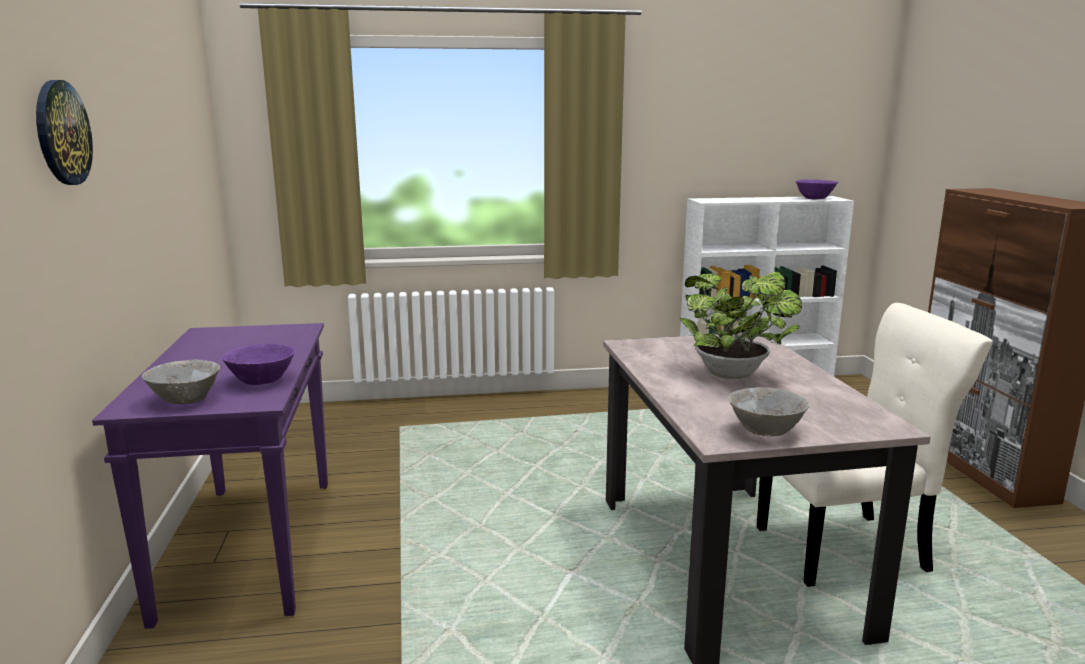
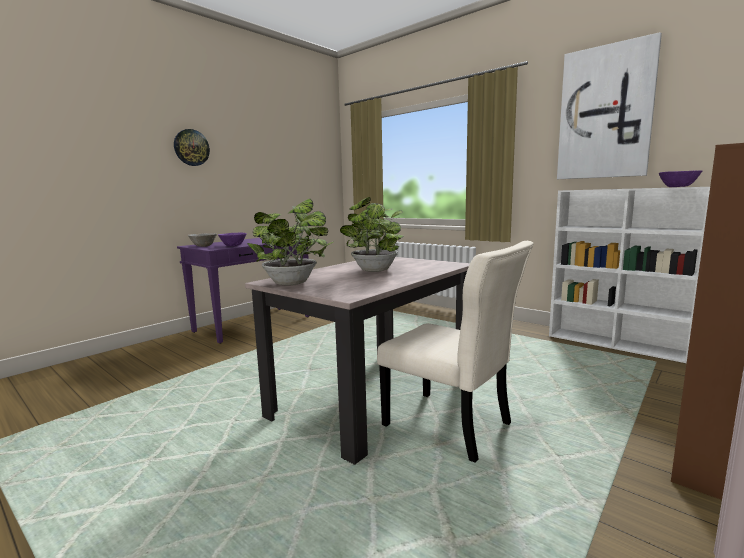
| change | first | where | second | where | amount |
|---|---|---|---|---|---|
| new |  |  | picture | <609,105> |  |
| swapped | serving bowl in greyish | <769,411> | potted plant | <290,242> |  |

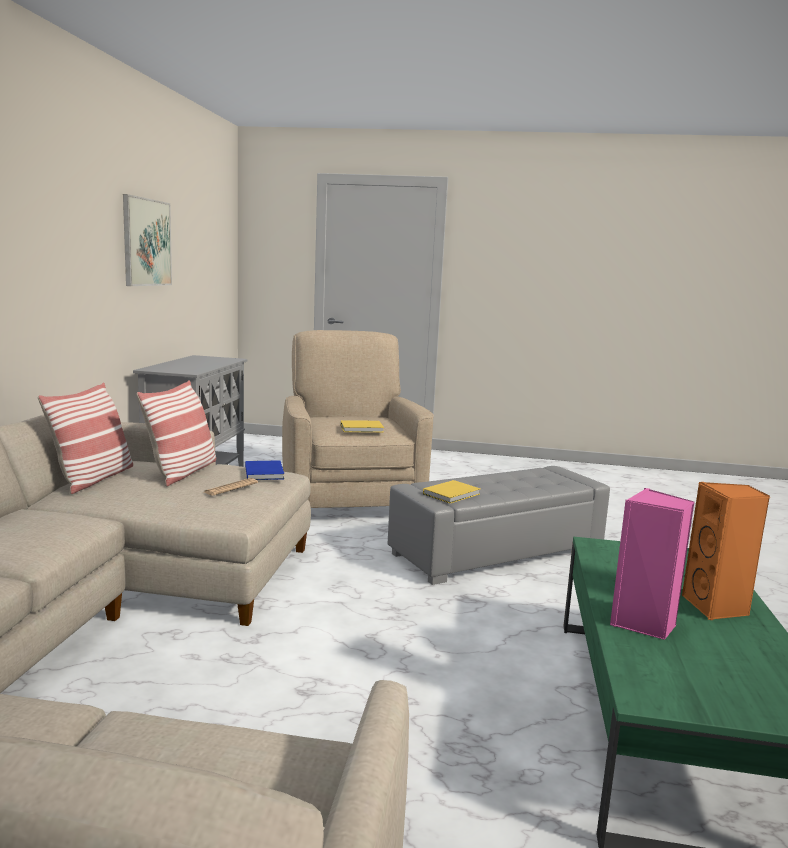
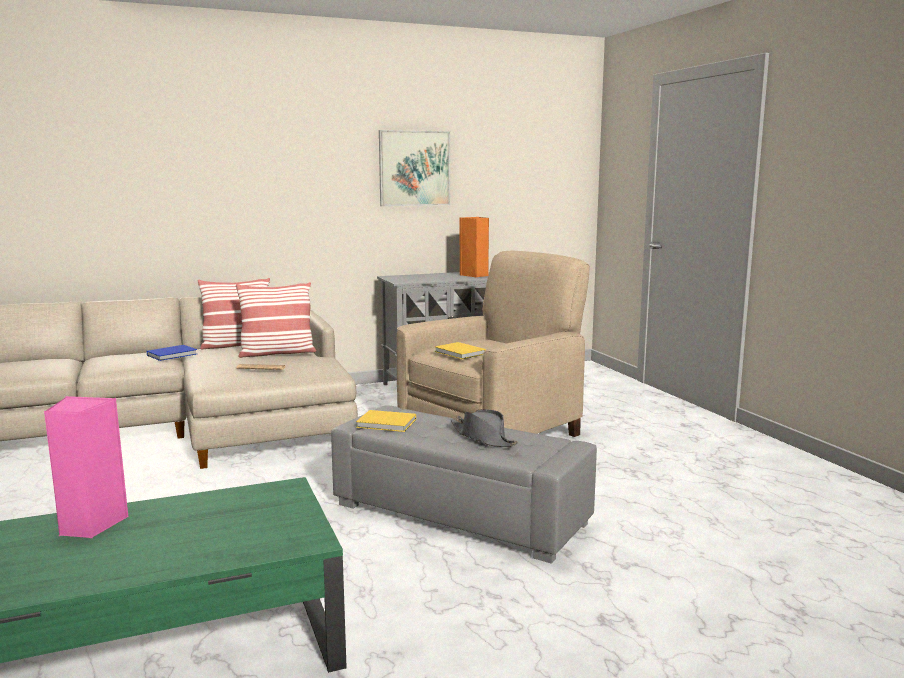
| change | first | where | second | where | amount |
|---|---|---|---|---|---|
| new |  |  | clothing hat in greyish | <484,428> |  |
| shifted | volume in bluish | <264,470> |  | <172,353> |  |
| shifted | audio speaker in orange-coloured | <726,551> |  | <474,247> |  |

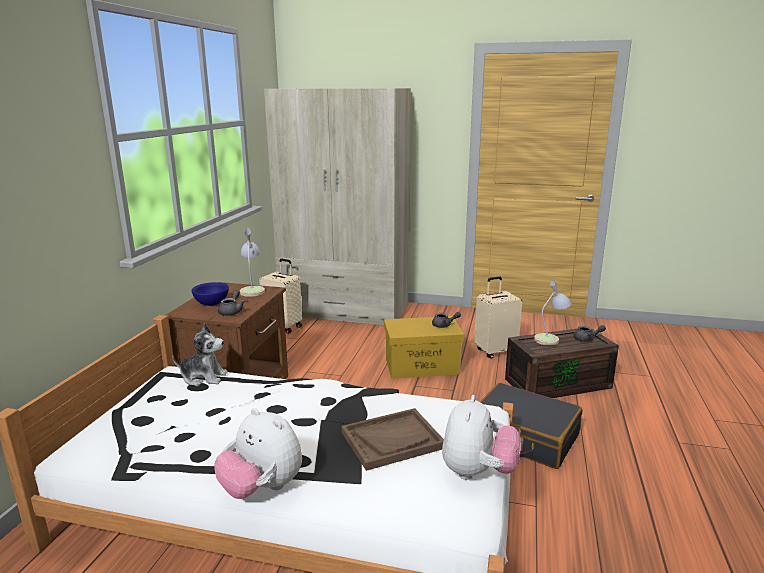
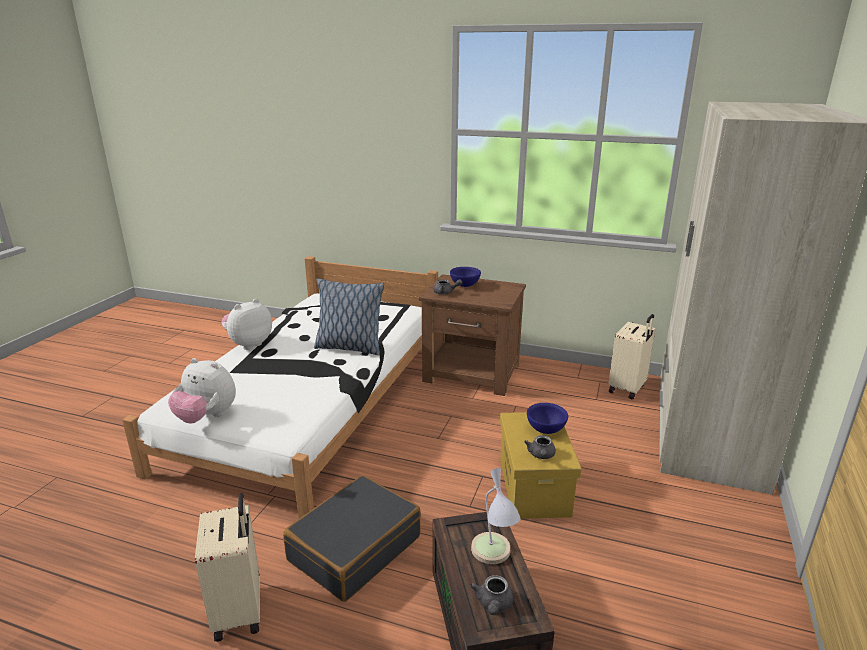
| change | first | where | second | where | amount |
|---|---|---|---|---|---|
| gone | plush toy | <200,354> |  |  |  |
| gone | tabletop lamp | <252,262> |  |  |  |
| gone | tray in brownish | <393,439> |  |  |  |
| new |  |  | pillow | <349,317> |  |
| new |  |  | serving bowl in bluish | <547,418> |  |
| shifted | suitcase in beige | <498,317> |  | <227,567> |  |

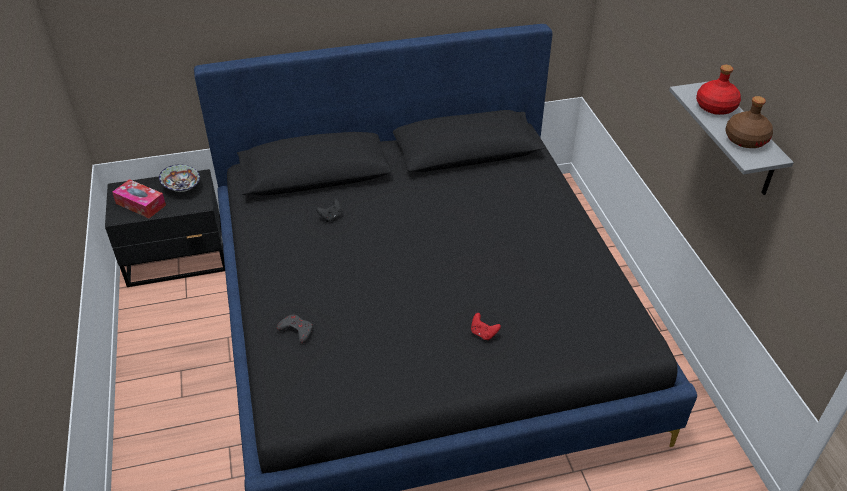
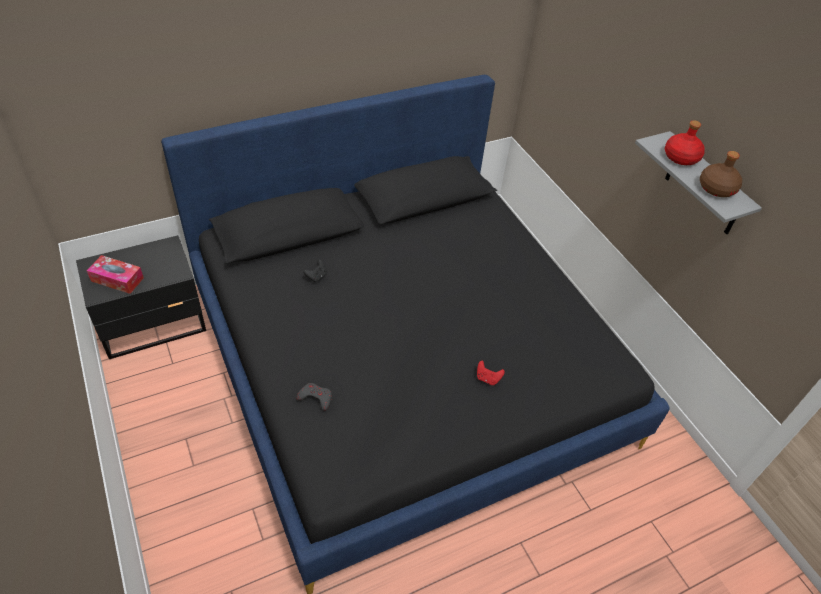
| change | first | where | second | where | amount |
|---|---|---|---|---|---|
| gone | serving bowl | <179,178> |  |  |  |

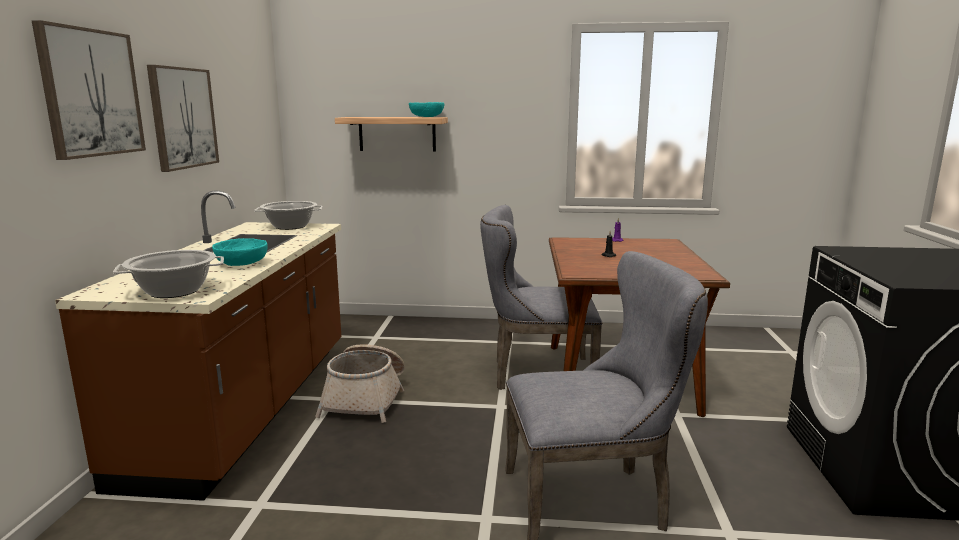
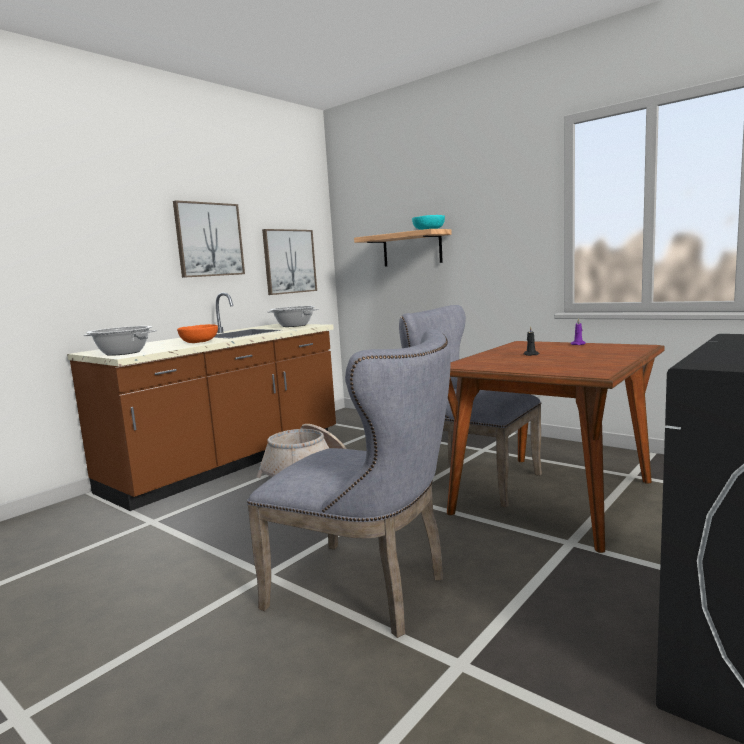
| change | first | where | second | where | amount |
|---|---|---|---|---|---|
| shifted | picture | <89,90> |  | <289,262> |  |
| repainted | serving bowl in blue-green | <240,252> | serving bowl in orange-coloured | <197,333> |  |

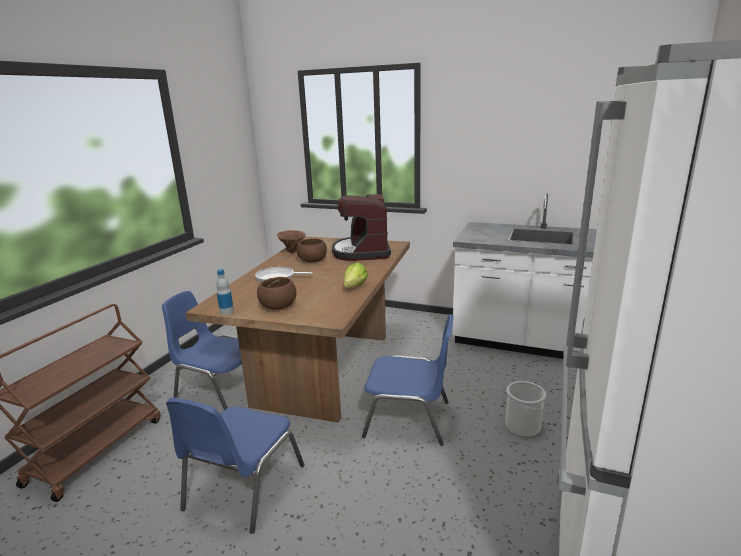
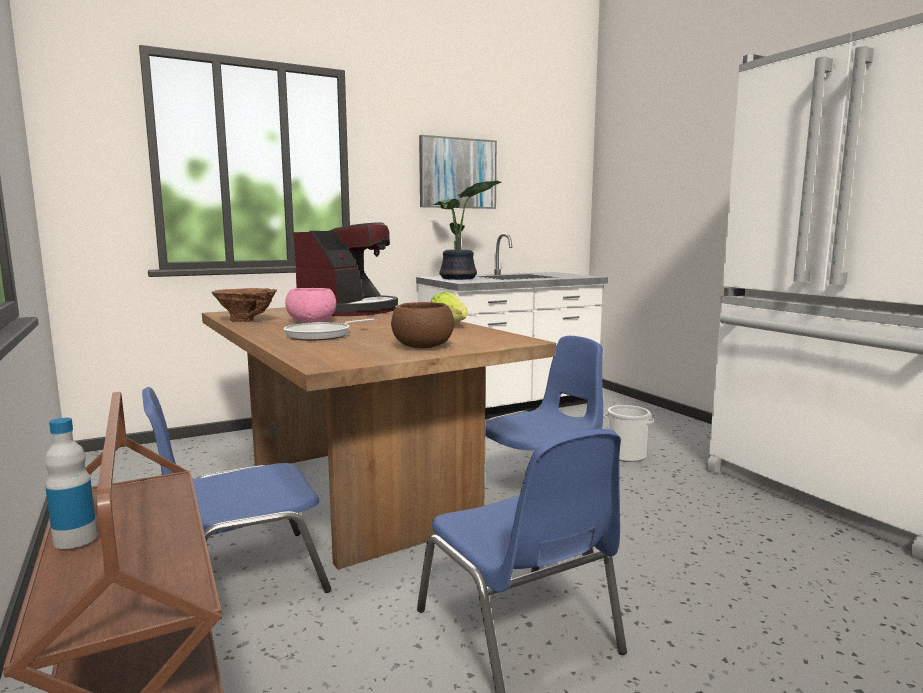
| change | first | where | second | where | amount |
|---|---|---|---|---|---|
| new |  |  | picture | <458,172> |  |
| new |  |  | potted plant | <467,230> |  |
| shifted | drink bottle | <225,292> |  | <71,483> |  |
| repainted | serving bowl in brownish | <311,250> | serving bowl in pink | <310,305> |  |
| rotated | coffee brewer | <361,227> |  | <346,269> | 105 degrees counterclockwise |

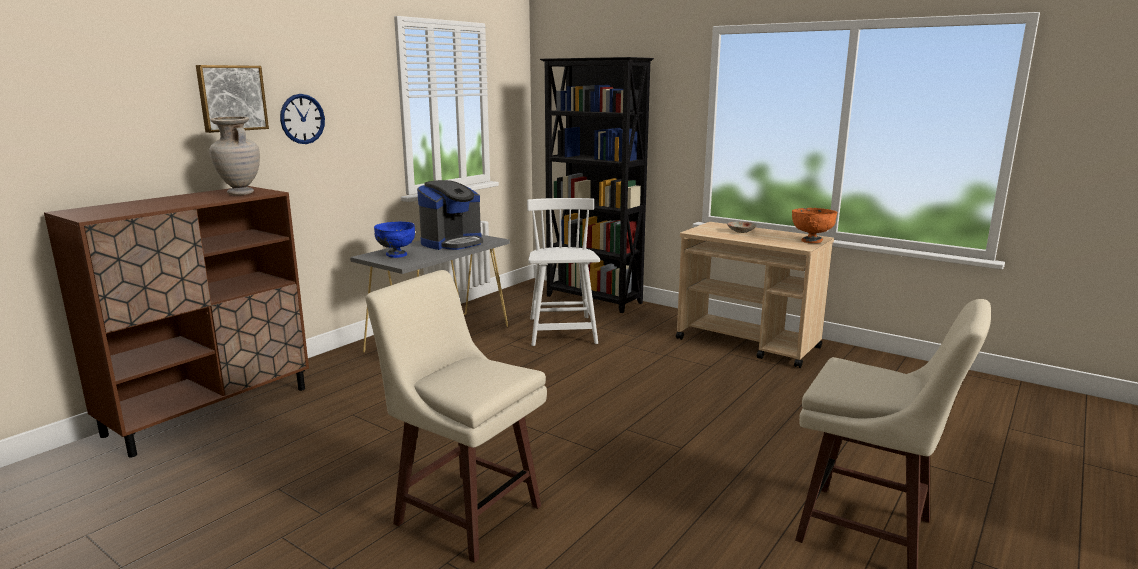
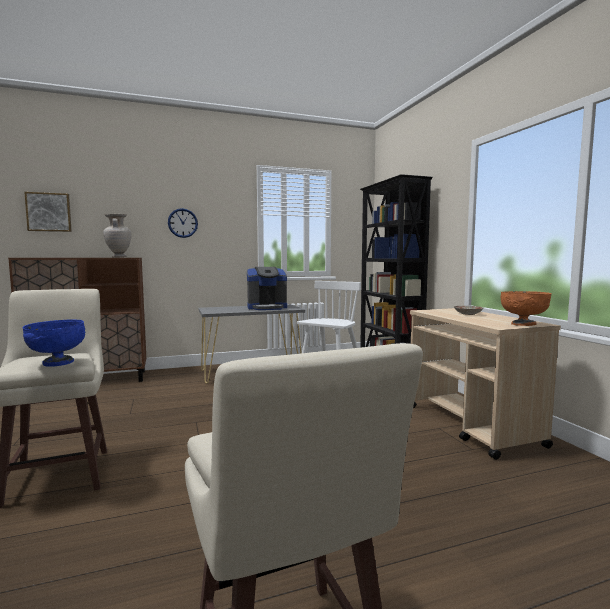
| change | first | where | second | where | amount |
|---|---|---|---|---|---|
| shifted | picture | <232,99> |  | <48,212> |  |
| shifted | serving bowl in bluish | <394,240> |  | <54,343> |  |

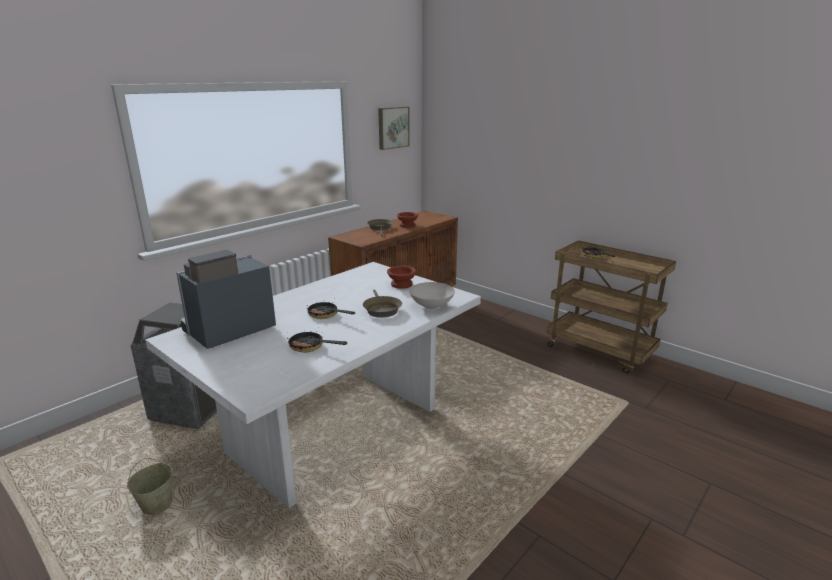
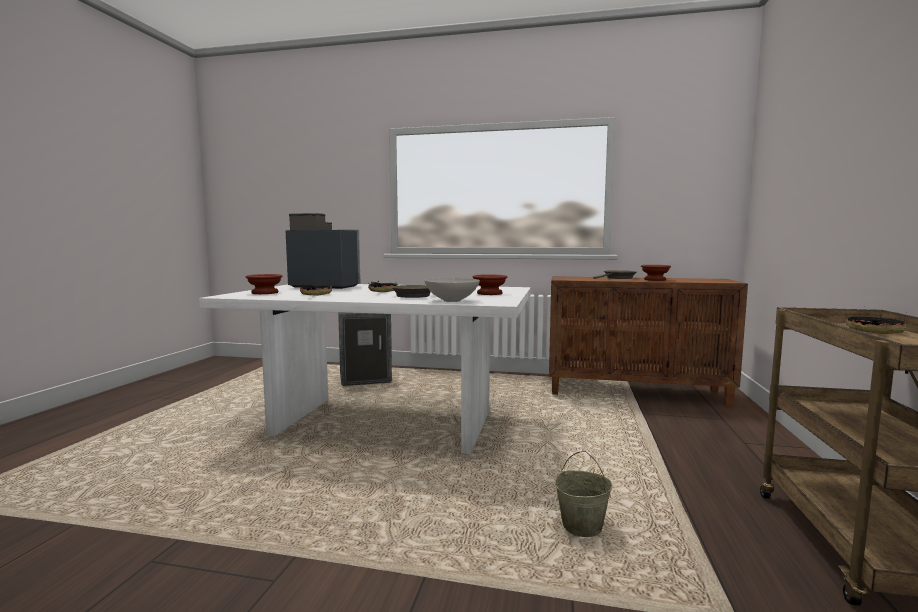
| change | first | where | second | where | amount |
|---|---|---|---|---|---|
| gone | picture | <394,128> |  |  |  |
| new |  |  | serving bowl in brownish | <264,284> |  |
| shifted | pail in beige | <149,486> |  | <584,494> |  |

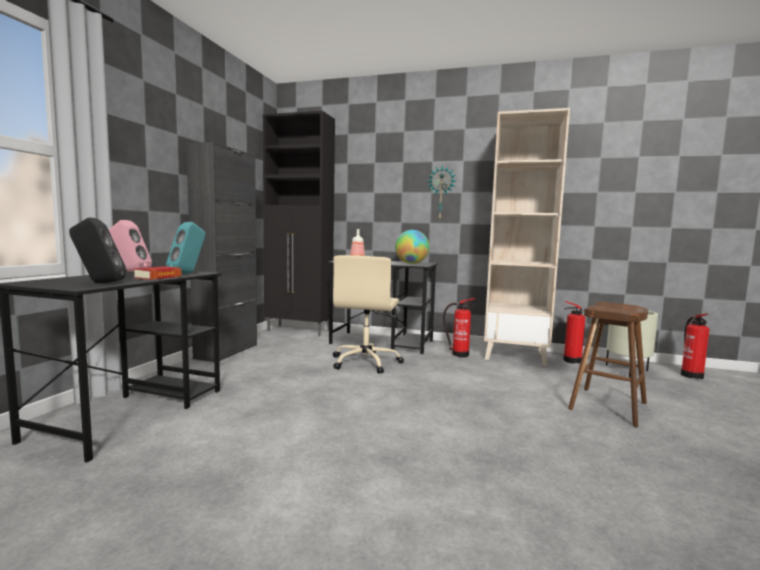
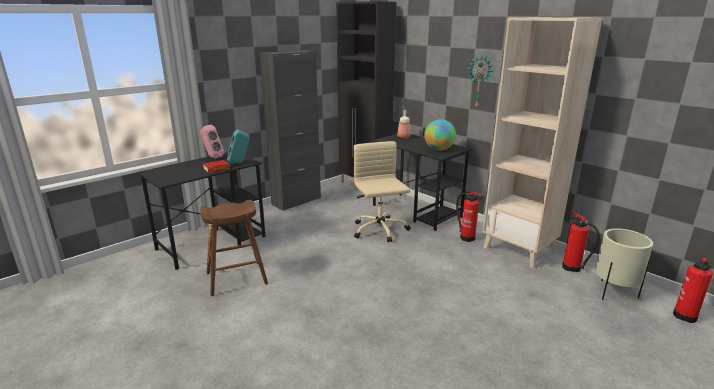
| change | first | where | second | where | amount |
|---|---|---|---|---|---|
| gone | audio speaker in blackish | <98,250> |  |  |  |
| shifted | stool in brownish | <608,364> |  | <234,248> |  |
| rotated | computer chair in beige | <368,314> |  | <382,191> | 120 degrees clockwise |

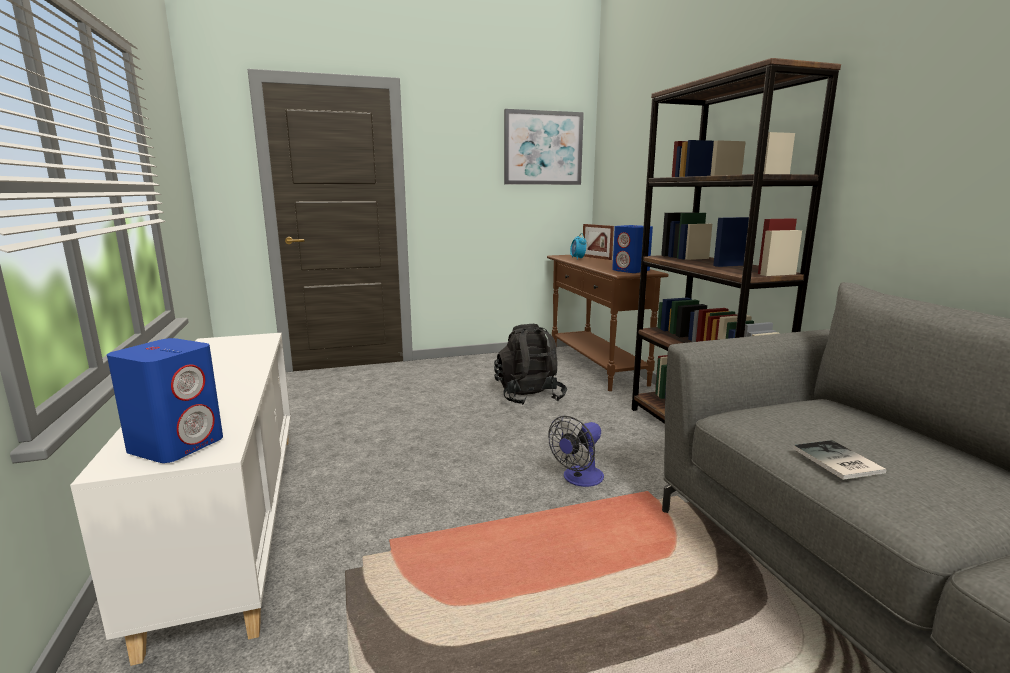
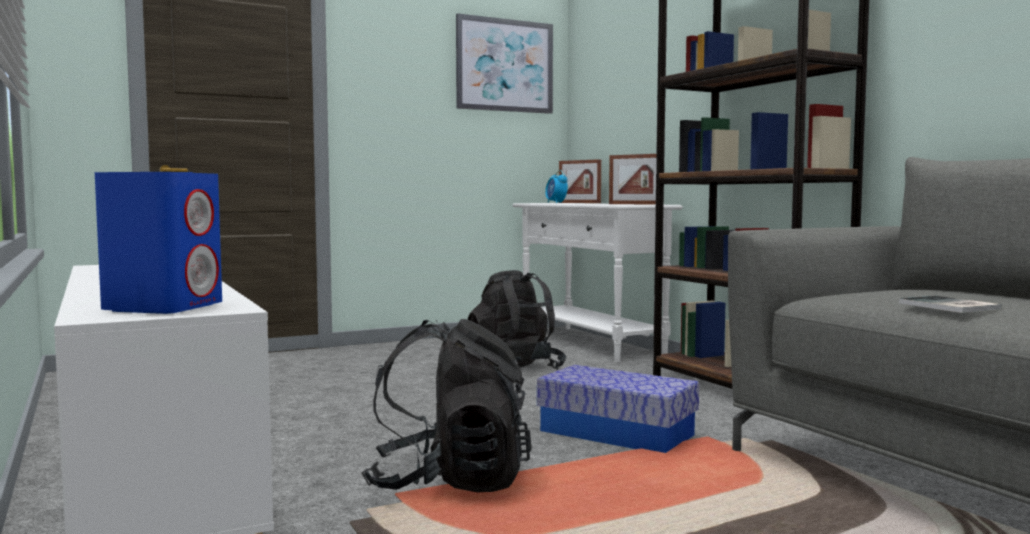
| change | first | where | second | where | amount |
|---|---|---|---|---|---|
| new |  |  | knapsack in blackish | <447,405> |  |
| swapped | fan | <576,451> | storage container | <618,409> |  |
| swapped | audio speaker in bluish | <632,249> | standing frame | <632,179> |  |
| repainted | hall table in brownish | <608,323> | hall table in white-coloured | <597,283> |  |

